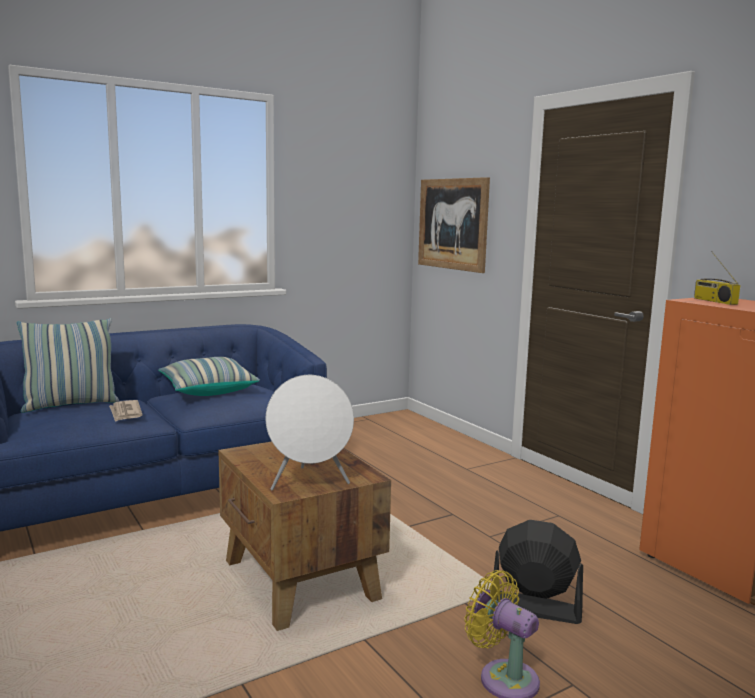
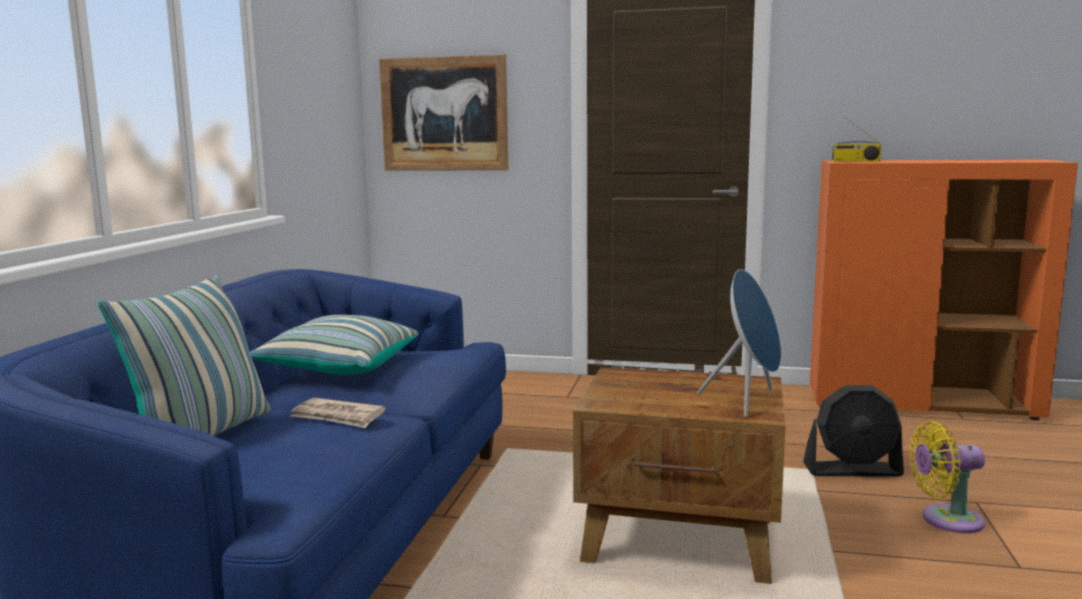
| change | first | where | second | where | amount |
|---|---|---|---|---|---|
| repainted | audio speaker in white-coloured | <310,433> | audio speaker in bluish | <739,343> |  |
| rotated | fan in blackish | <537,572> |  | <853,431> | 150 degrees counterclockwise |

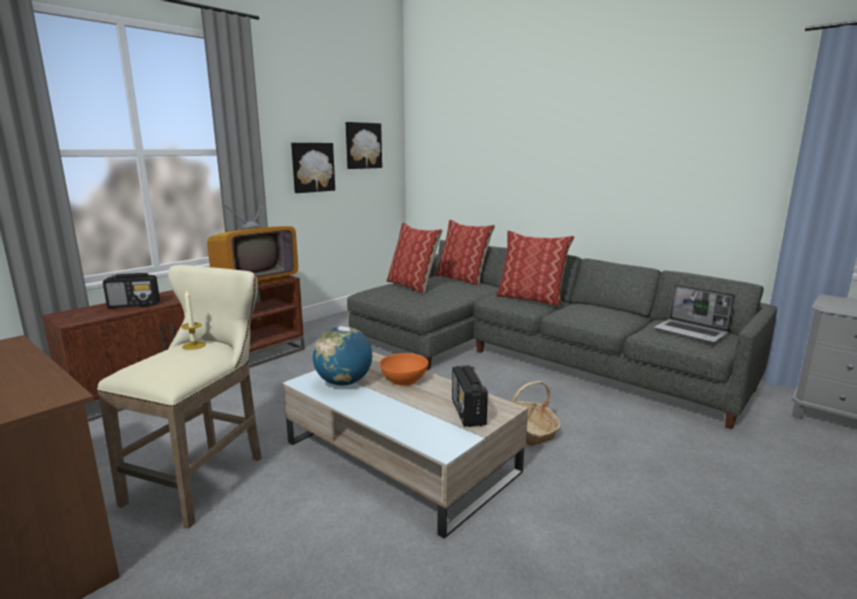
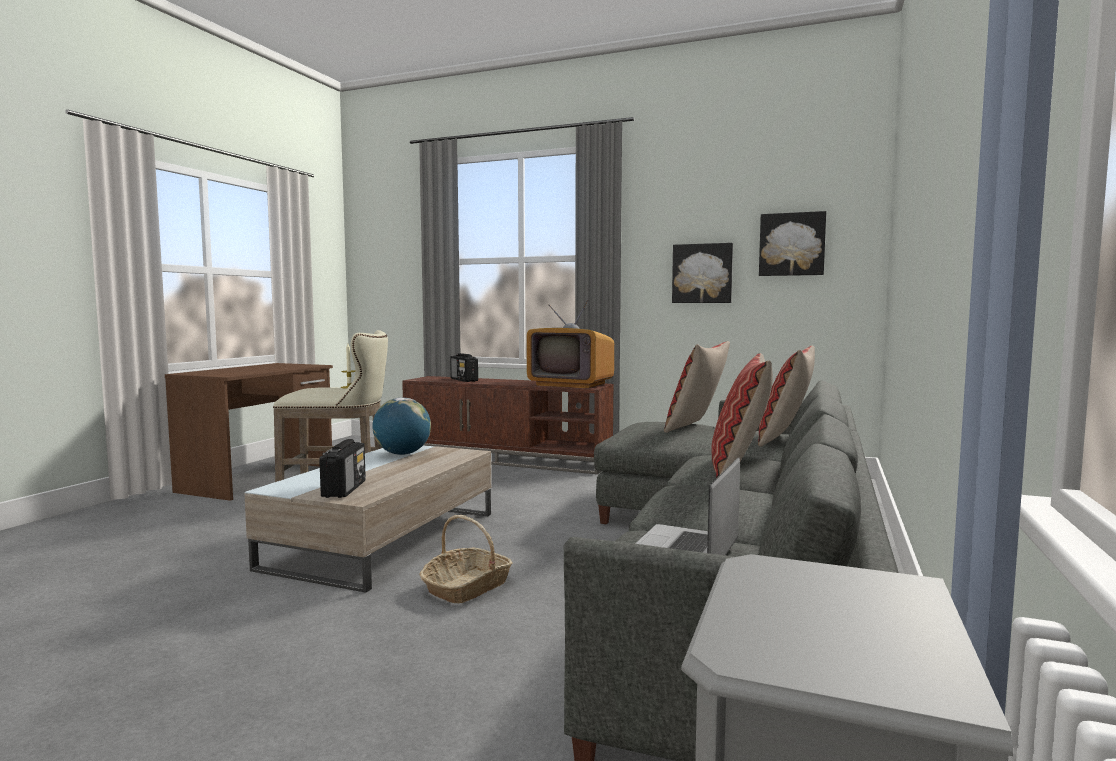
| change | first | where | second | where | amount |
|---|---|---|---|---|---|
| gone | serving bowl in orange-coloured | <404,369> |  |  |  |
| rotated | radio receiver | <470,396> |  | <342,468> | 120 degrees clockwise |

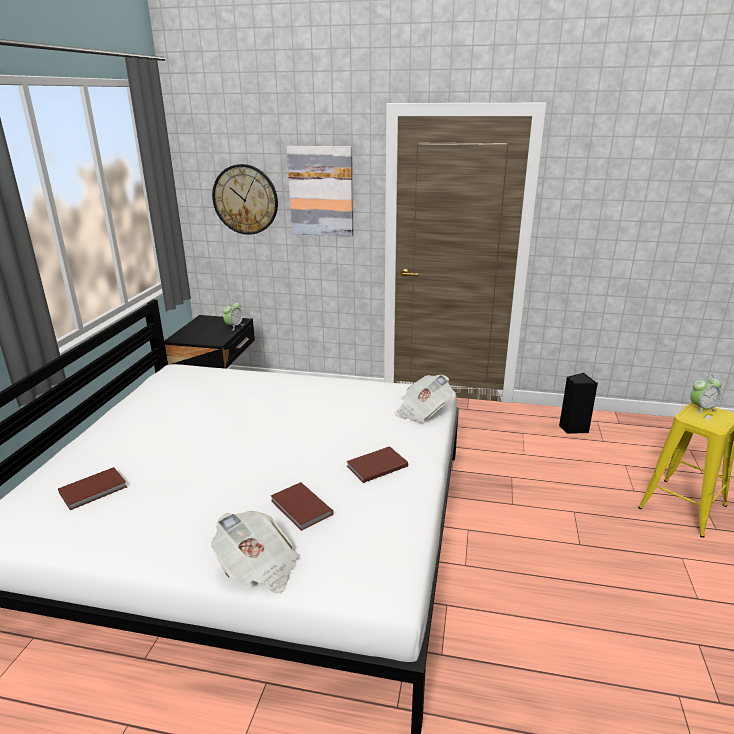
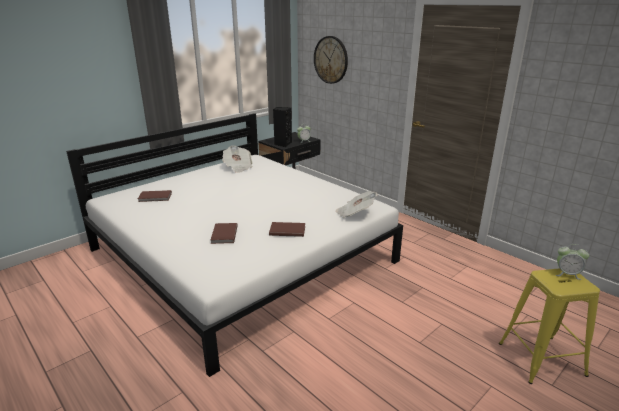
| change | first | where | second | where | amount |
|---|---|---|---|---|---|
| gone | picture | <320,191> |  |  |  |
| shifted | printed paper | <254,552> |  | <237,159> |  |
| shifted | audio speaker in blackish | <578,403> |  | <282,127> |  |

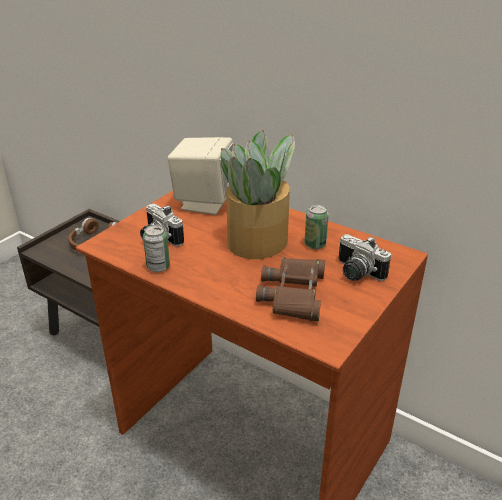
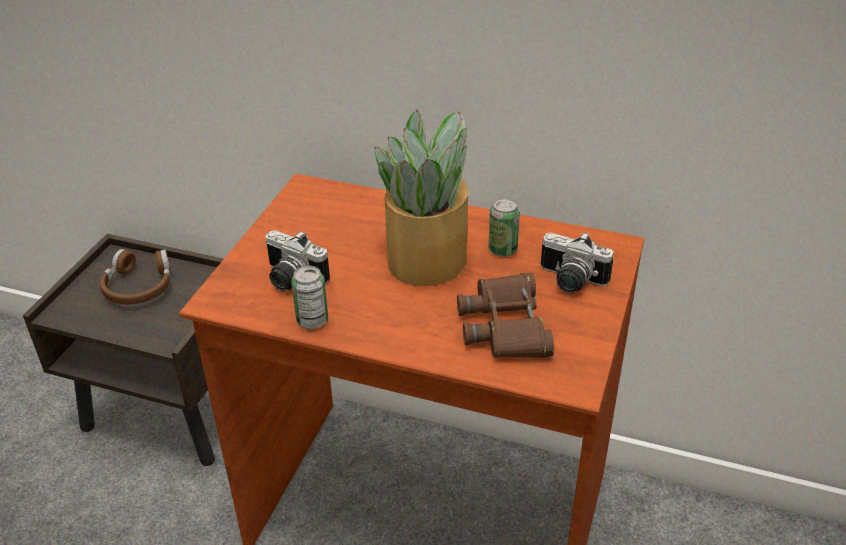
| change | first | where | second | where | amount |
|---|---|---|---|---|---|
| gone | audio speaker in beige | <200,176> |  |  |  |

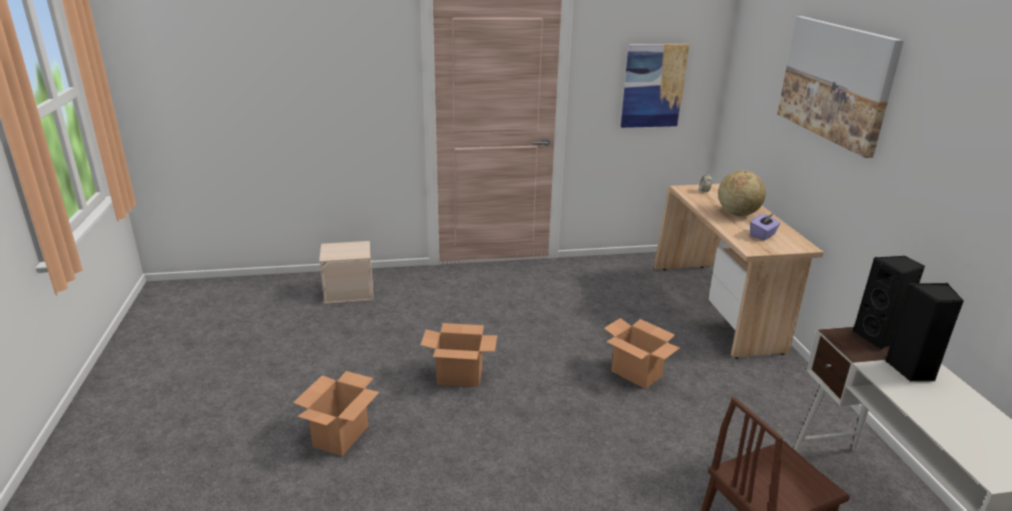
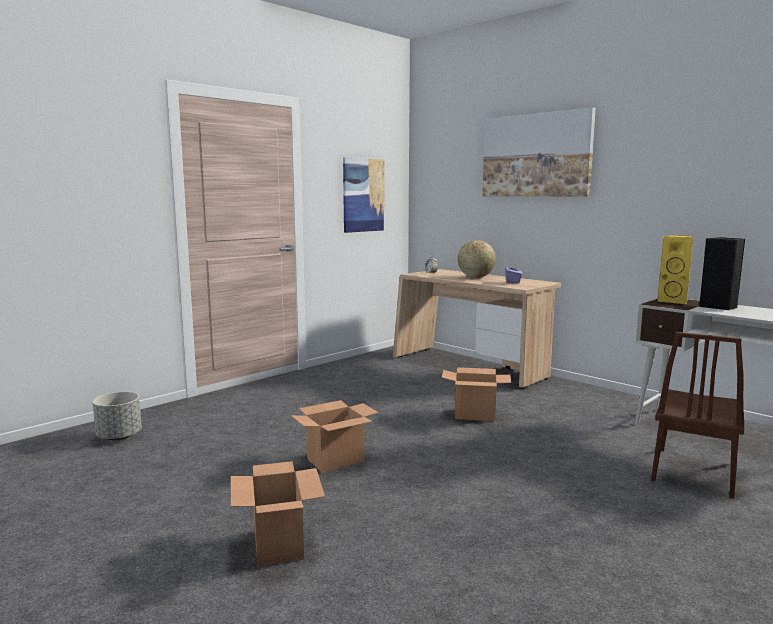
| change | first | where | second | where | amount |
|---|---|---|---|---|---|
| swapped | storage container in beige | <346,272> | planter in greyish | <117,416> |  |
| repainted | audio speaker in blackish | <889,303> | audio speaker in yellowish | <675,269> |  |

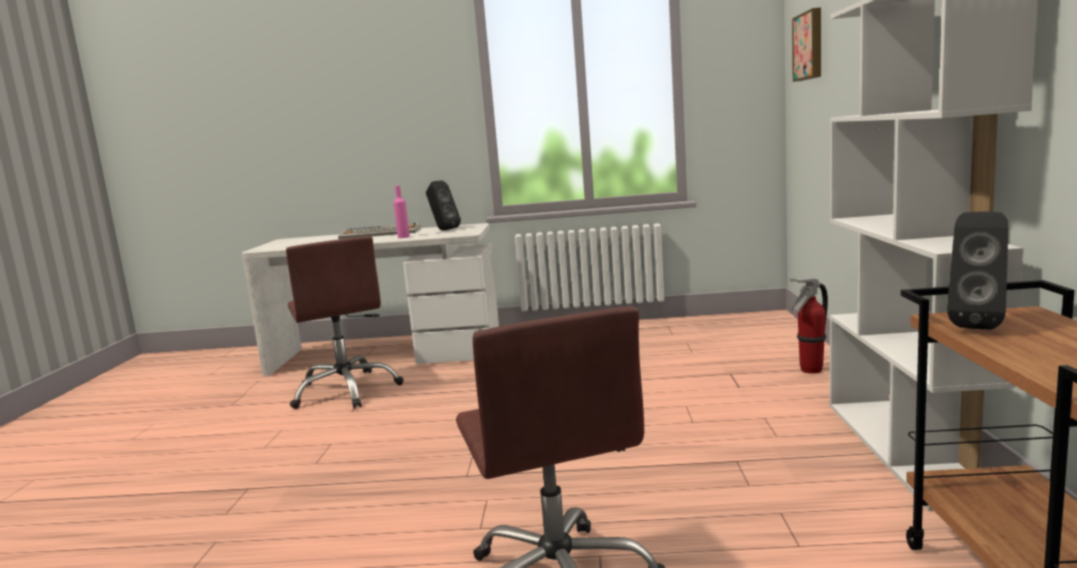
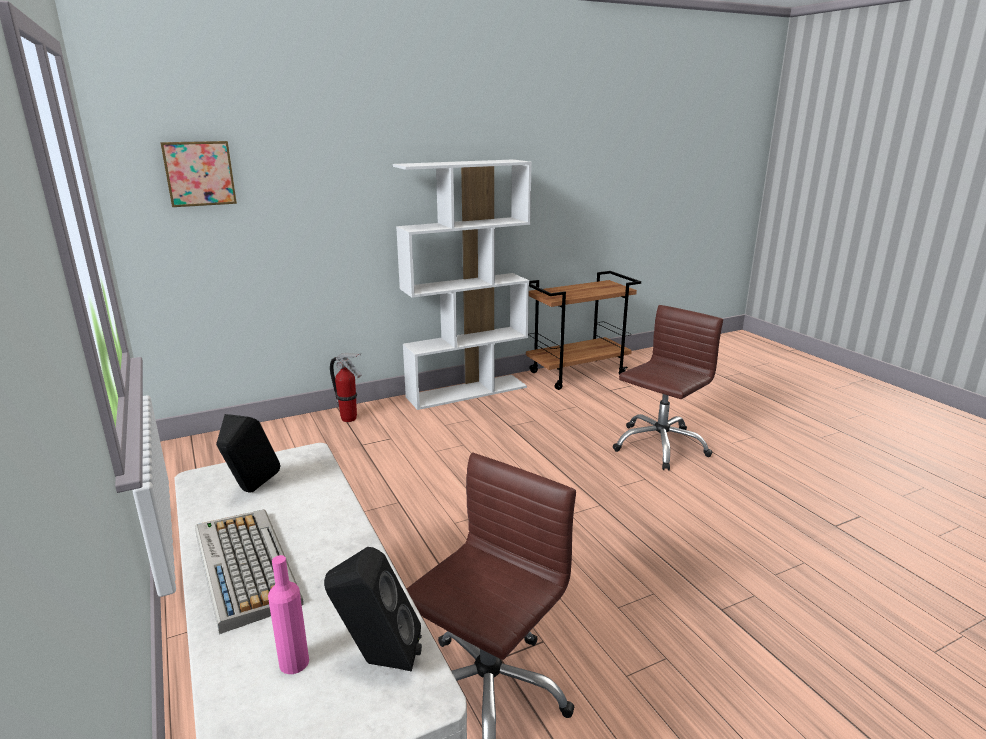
| change | first | where | second | where | amount |
|---|---|---|---|---|---|
| shifted | drink bottle in pink | <402,212> |  | <288,614> |  |
| shifted | audio speaker in blackish | <977,270> |  | <373,609> |  |

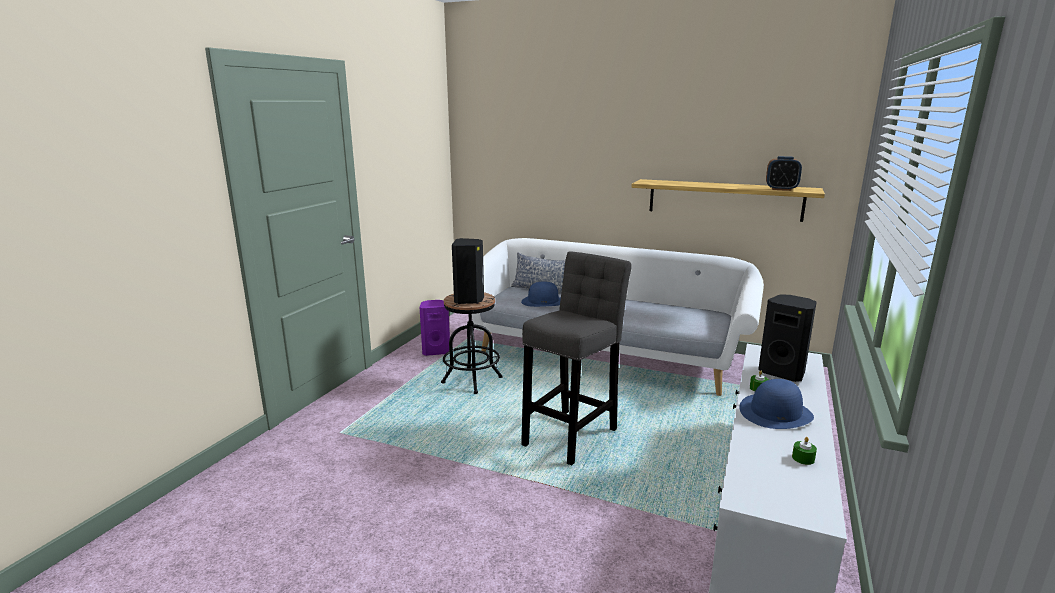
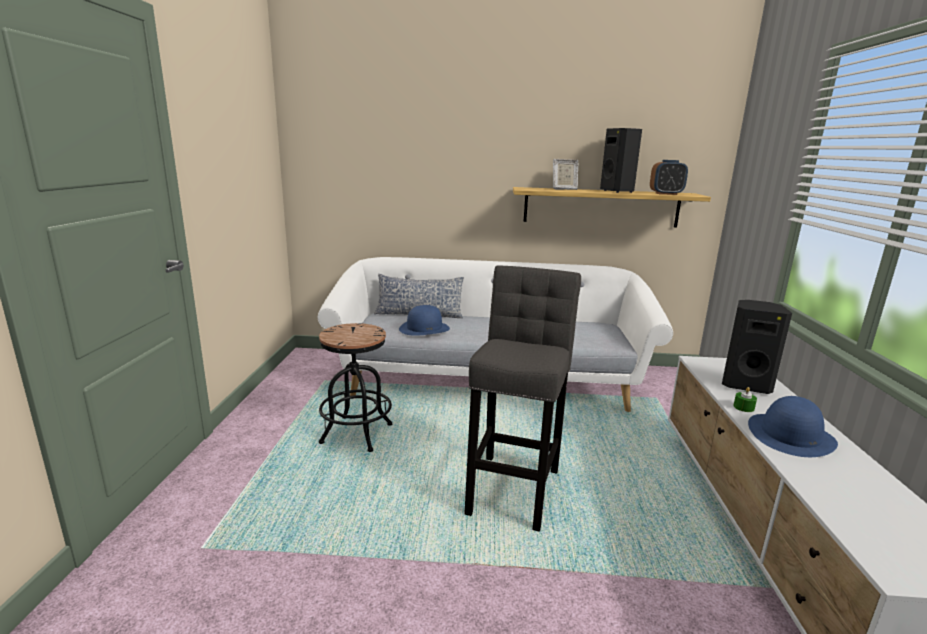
| change | first | where | second | where | amount |
|---|---|---|---|---|---|
| gone | audio speaker in purplish | <434,328> |  |  |  |
| gone | wax light in green-coloured | <804,451> |  |  |  |
| new |  |  | standing frame | <566,174> |  |
| shifted | audio speaker in blackish | <468,271> |  | <621,160> |  |

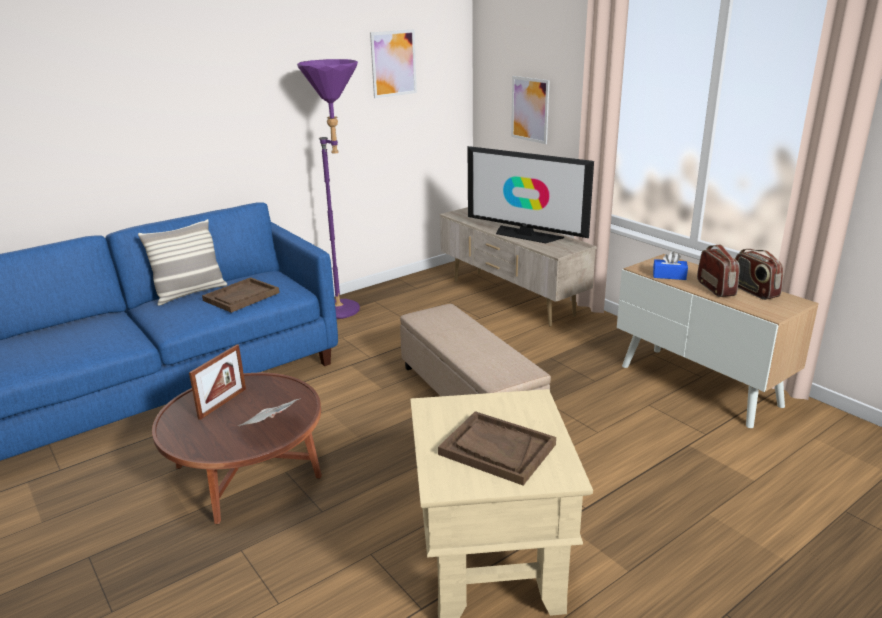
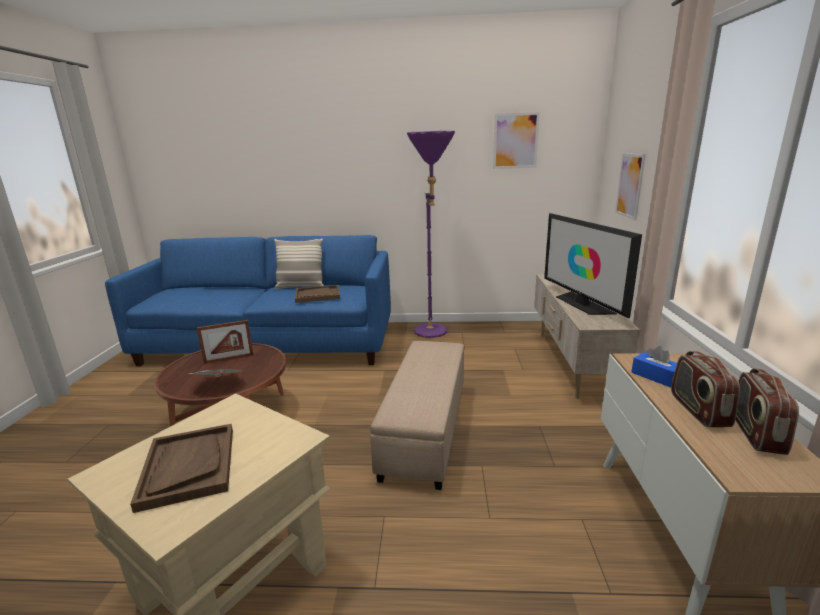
| change | first | where | second | where | amount |
|---|---|---|---|---|---|
| rotated | radio receiver | <718,271> |  | <705,389> | 150 degrees clockwise |

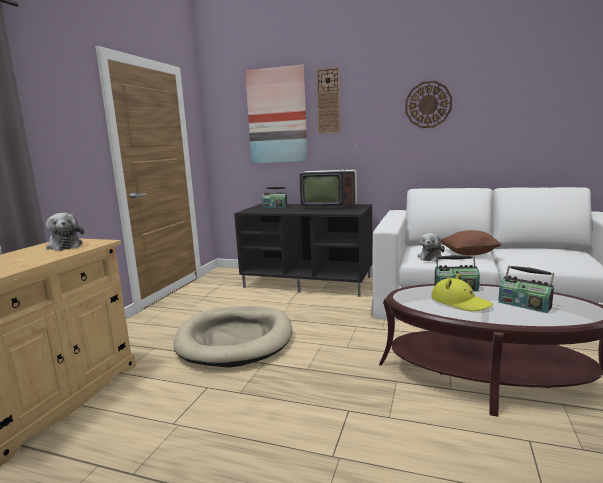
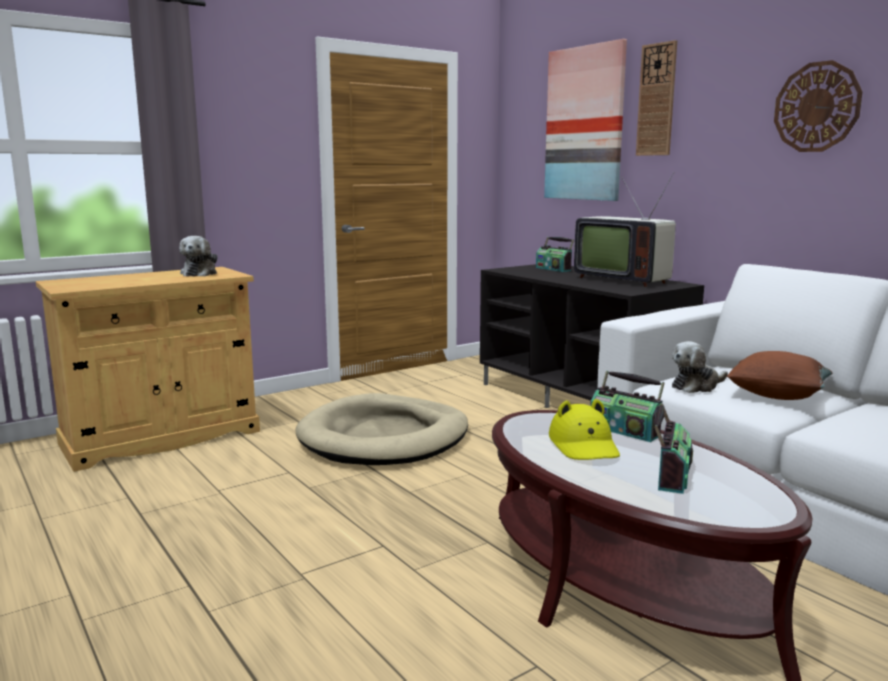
| change | first | where | second | where | amount |
|---|---|---|---|---|---|
| rotated | radio receiver | <526,289> |  | <673,448> | 150 degrees counterclockwise |

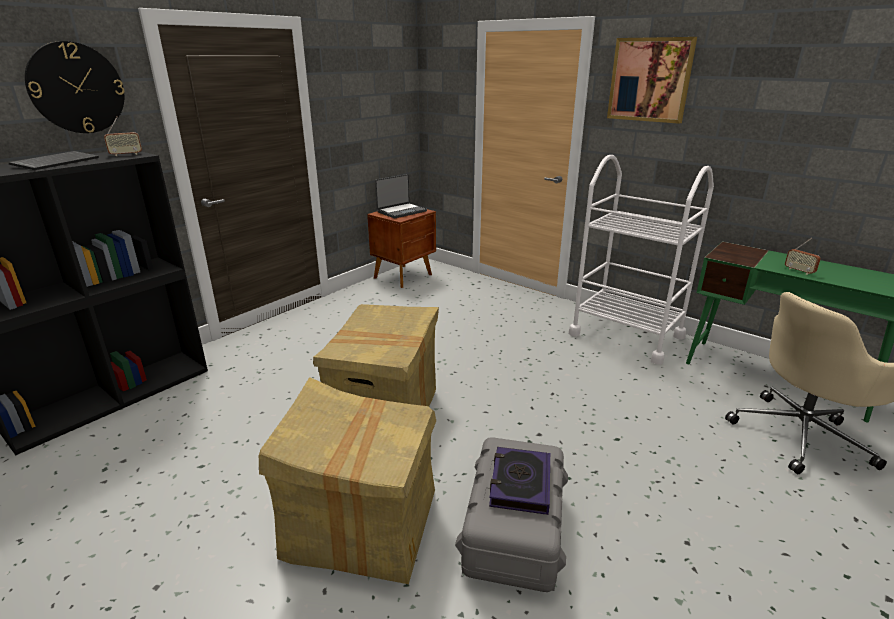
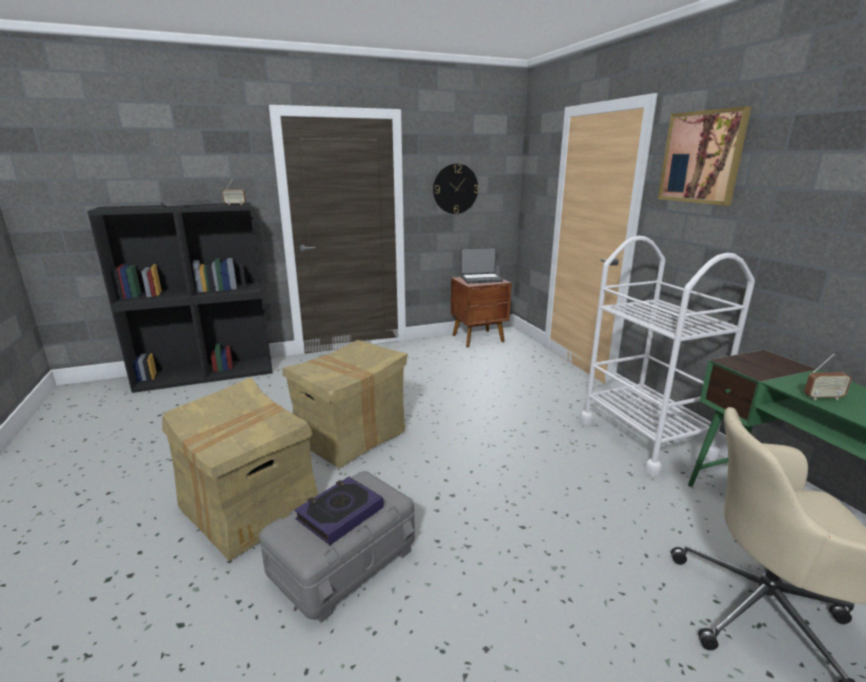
| change | first | where | second | where | amount |
|---|---|---|---|---|---|
| shifted | clock on the wall | <74,87> |  | <455,189> |  |
| rotated | radio receiver | <803,256> |  | <828,377> | 90 degrees counterclockwise |

